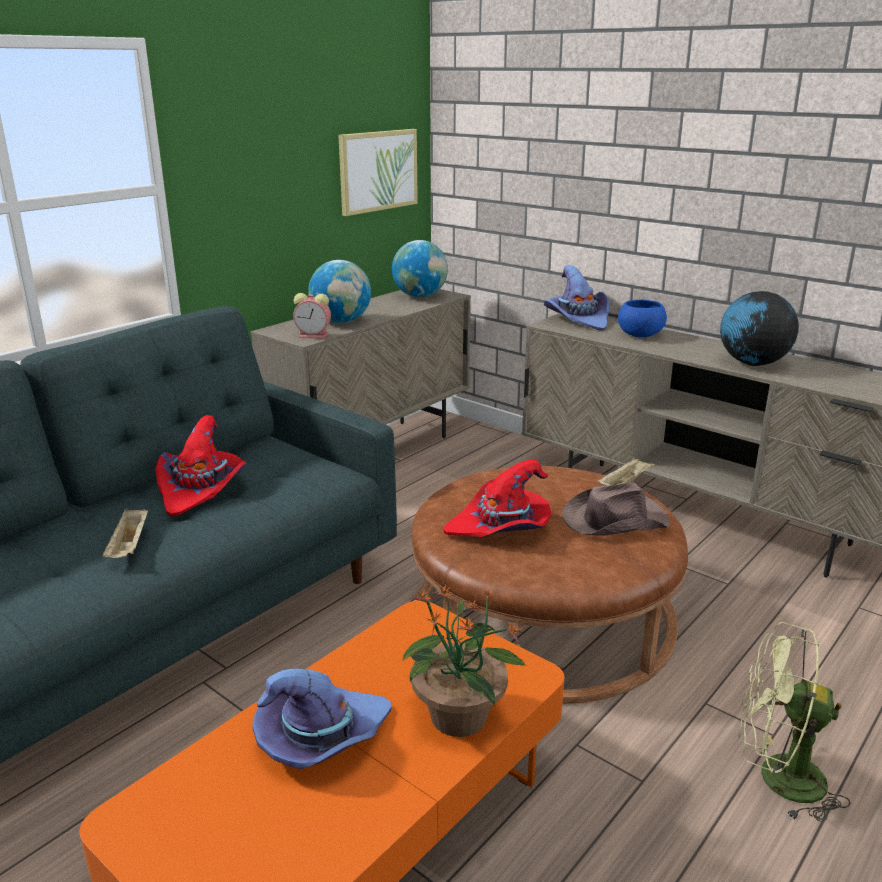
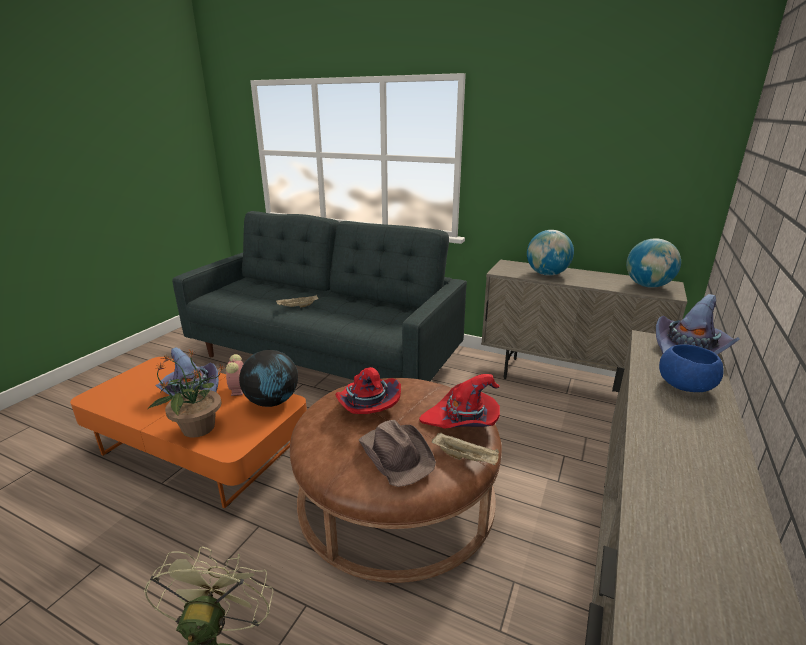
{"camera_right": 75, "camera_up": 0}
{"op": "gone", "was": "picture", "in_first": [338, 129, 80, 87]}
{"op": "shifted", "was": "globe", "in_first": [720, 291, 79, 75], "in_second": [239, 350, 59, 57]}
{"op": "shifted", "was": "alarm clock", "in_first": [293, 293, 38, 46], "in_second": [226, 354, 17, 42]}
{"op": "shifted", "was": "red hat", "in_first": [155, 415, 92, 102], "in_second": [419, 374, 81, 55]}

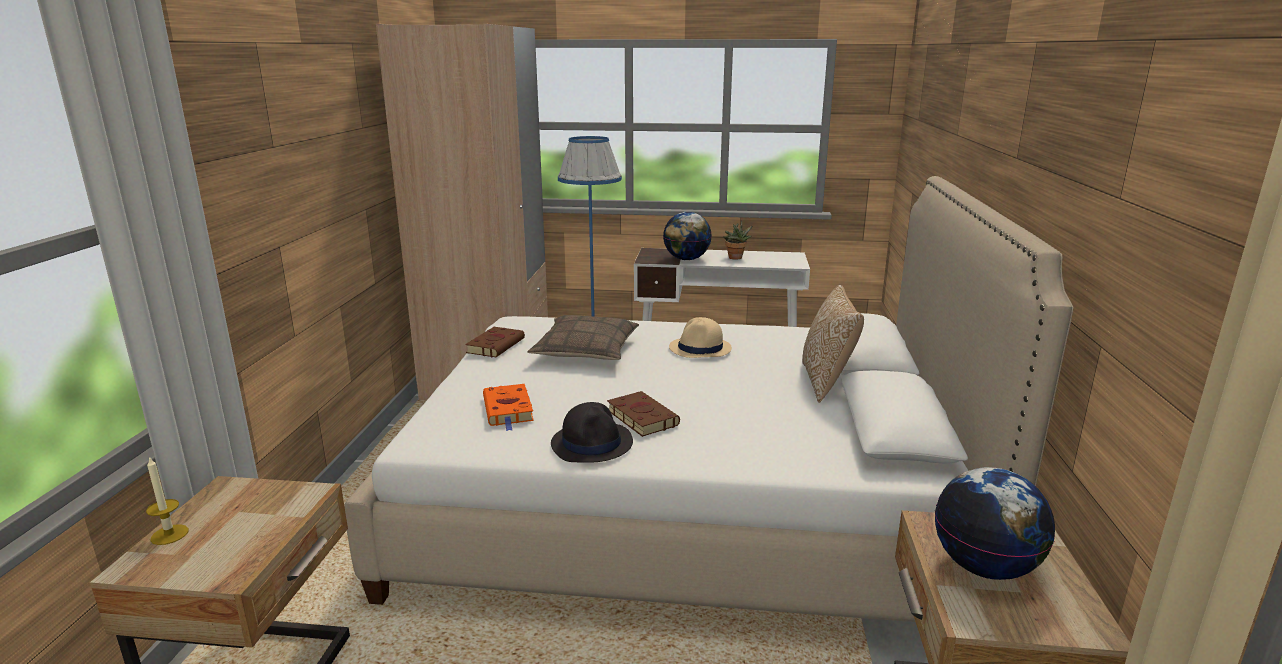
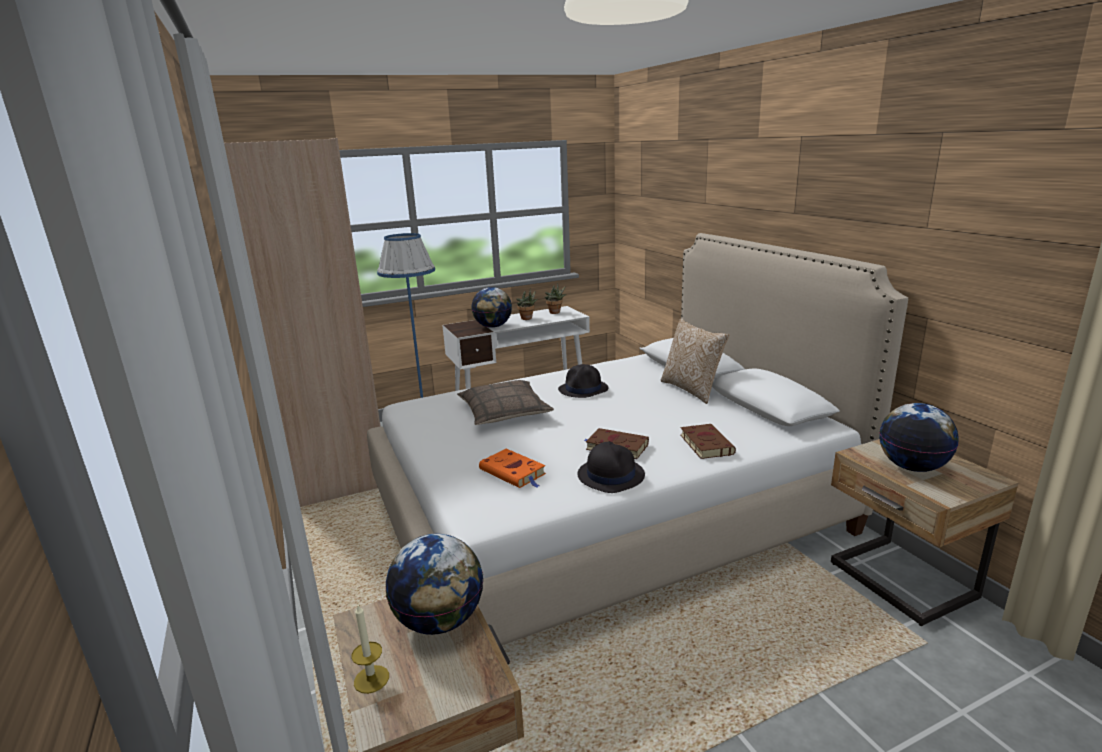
{"camera_right": -30, "camera_up": 0}
{"op": "repainted", "was": "beige hat", "now": "black hat", "in_first": [669, 317, 63, 41], "in_second": [558, 364, 50, 34]}
{"op": "shifted", "was": "brown book", "in_first": [465, 327, 60, 30], "in_second": [680, 424, 56, 35]}
{"op": "new", "now": "potted plant", "in_second": [544, 283, 22, 31]}
{"op": "new", "now": "globe", "in_second": [385, 534, 98, 101]}

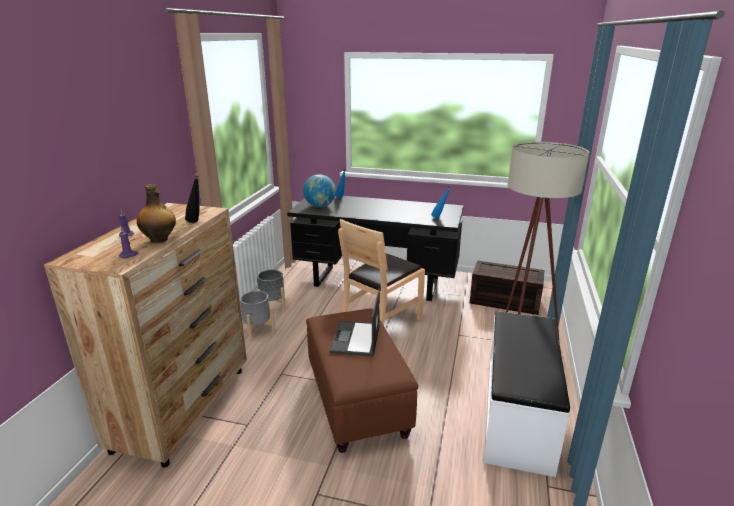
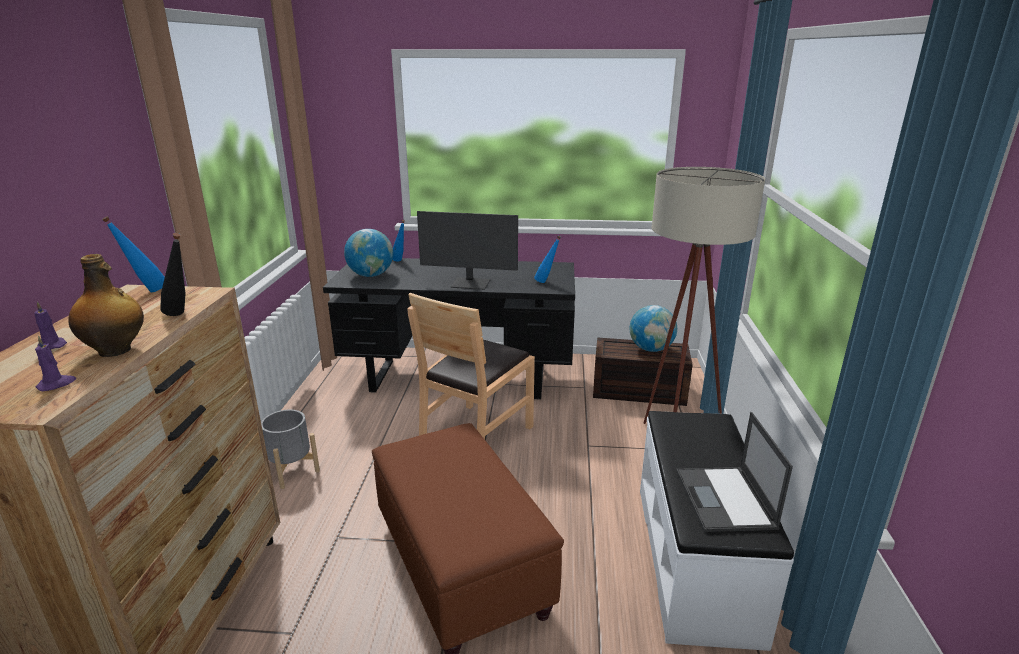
{"camera_right": -10, "camera_up": 0}
{"op": "gone", "was": "grey planter", "in_first": [257, 270, 28, 42]}
{"op": "shifted", "was": "laptop", "in_first": [329, 289, 51, 67], "in_second": [676, 412, 117, 120]}
{"op": "new", "now": "monitor", "in_second": [417, 211, 101, 79]}
{"op": "new", "now": "blue bottle", "in_second": [102, 216, 63, 76]}
{"op": "new", "now": "globe", "in_second": [630, 305, 47, 47]}

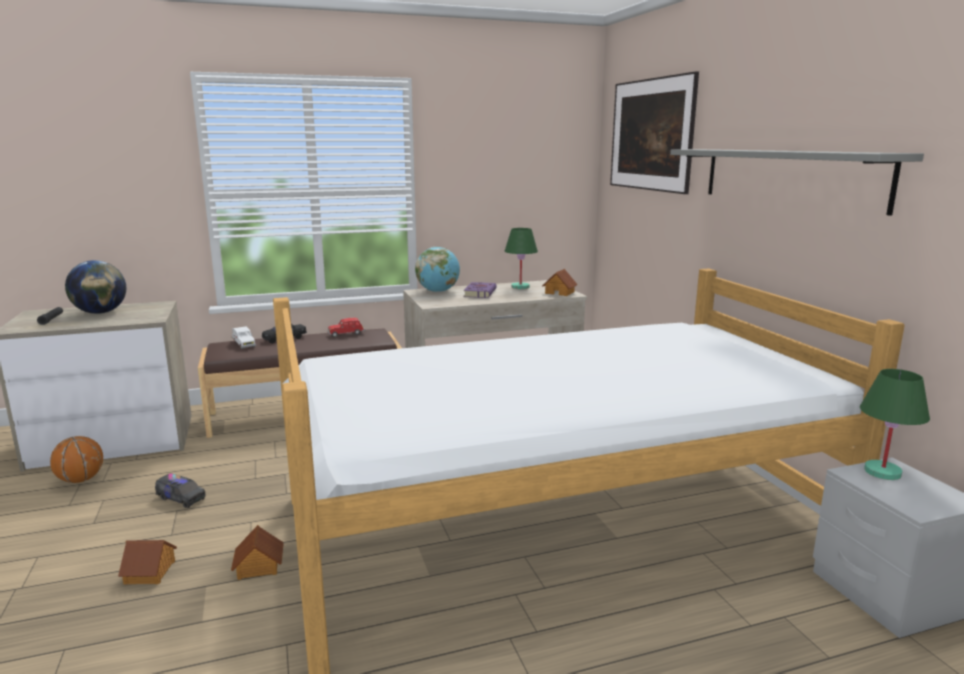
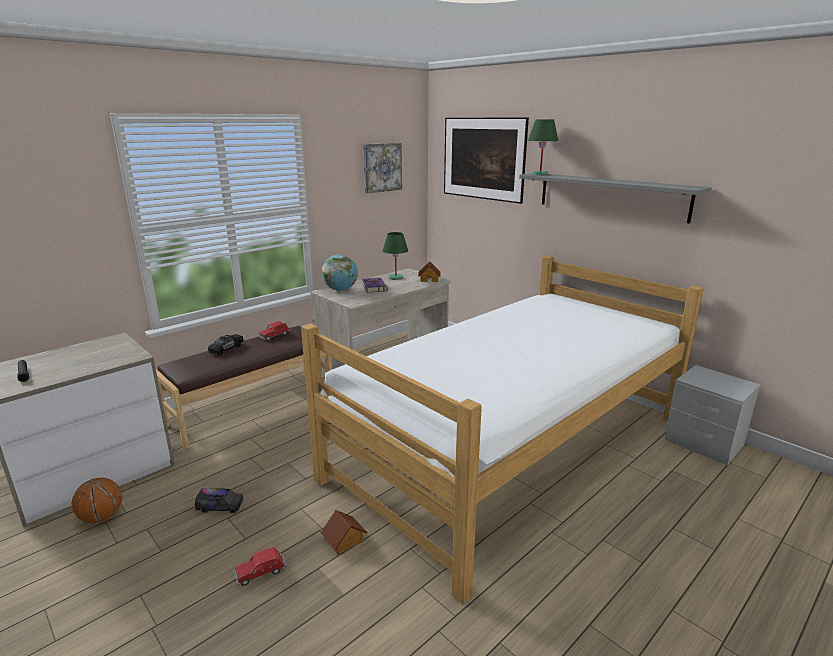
{"camera_right": -25, "camera_up": 5}
{"op": "gone", "was": "globe", "in_first": [65, 260, 61, 54]}
{"op": "gone", "was": "white toy car", "in_first": [232, 326, 24, 23]}
{"op": "shifted", "was": "green table lamp", "in_first": [860, 369, 70, 111], "in_second": [528, 119, 30, 56]}
{"op": "swapped", "was": "toy house", "now": "red toy car", "in_first": [118, 540, 59, 45], "in_second": [235, 547, 52, 39]}
{"op": "new", "now": "picture", "in_second": [363, 143, 39, 50]}

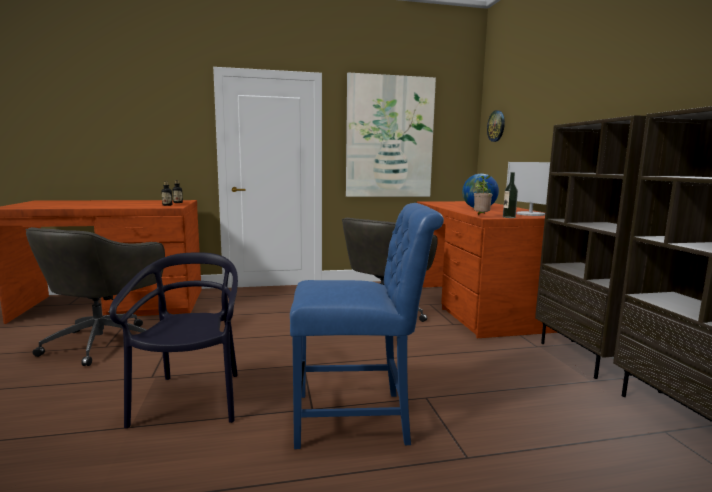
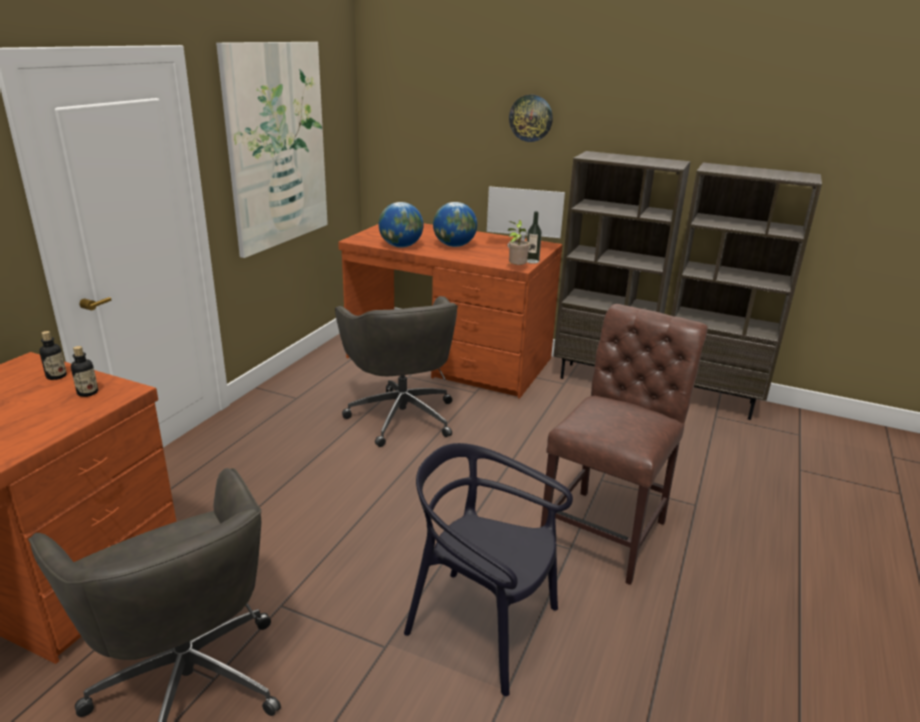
{"camera_right": -55, "camera_up": 15}
{"op": "shifted", "was": "wall clock", "in_first": [487, 110, 18, 32], "in_second": [509, 95, 44, 47]}
{"op": "repainted", "was": "blue chair", "now": "brown chair", "in_first": [290, 203, 154, 246], "in_second": [541, 304, 167, 281]}
{"op": "new", "now": "globe", "in_second": [379, 202, 44, 46]}

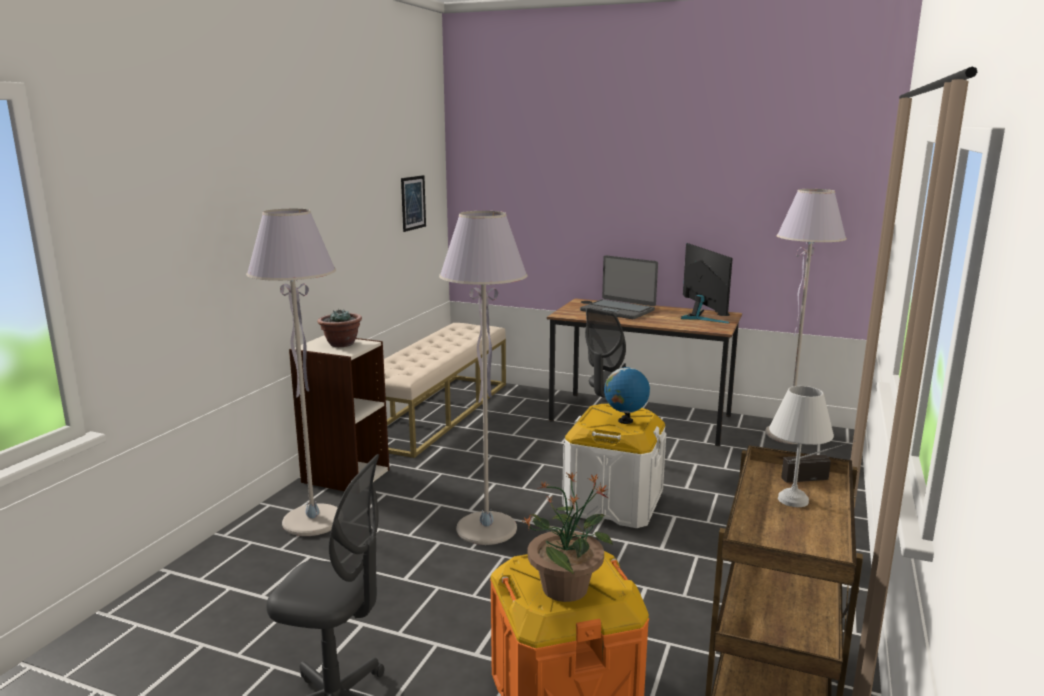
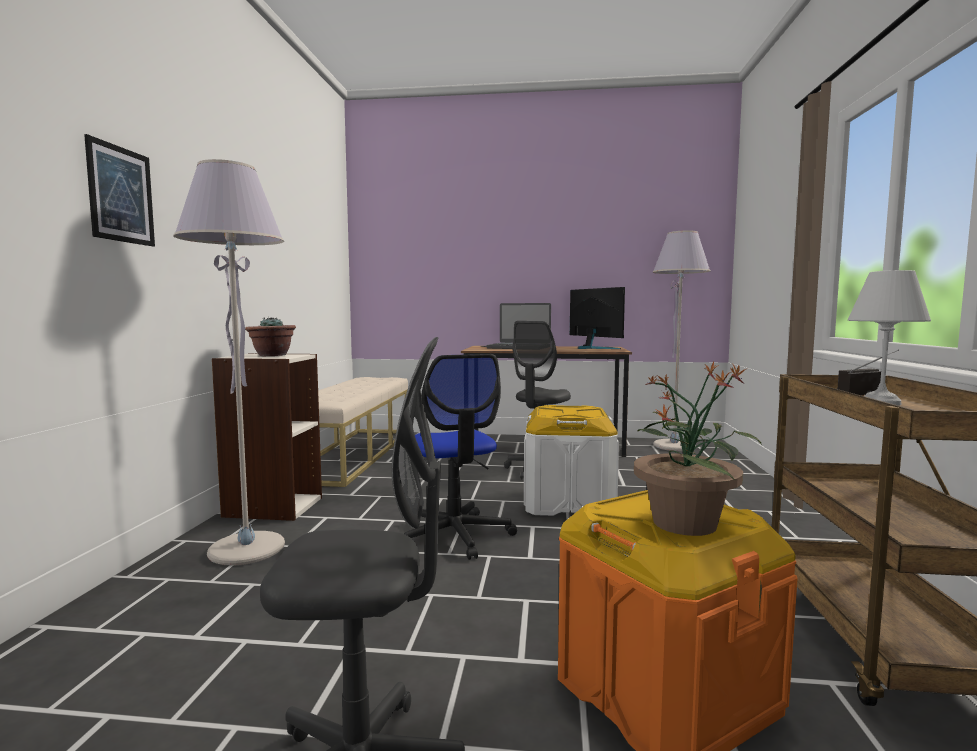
{"camera_right": -15, "camera_up": -10}
{"op": "shifted", "was": "picture", "in_first": [401, 175, 25, 57], "in_second": [84, 134, 71, 113]}
{"op": "swapped", "was": "grey floor lamp", "now": "office chair", "in_first": [439, 211, 89, 334], "in_second": [404, 354, 113, 206]}
{"op": "gone", "was": "globe", "in_first": [604, 363, 46, 61]}

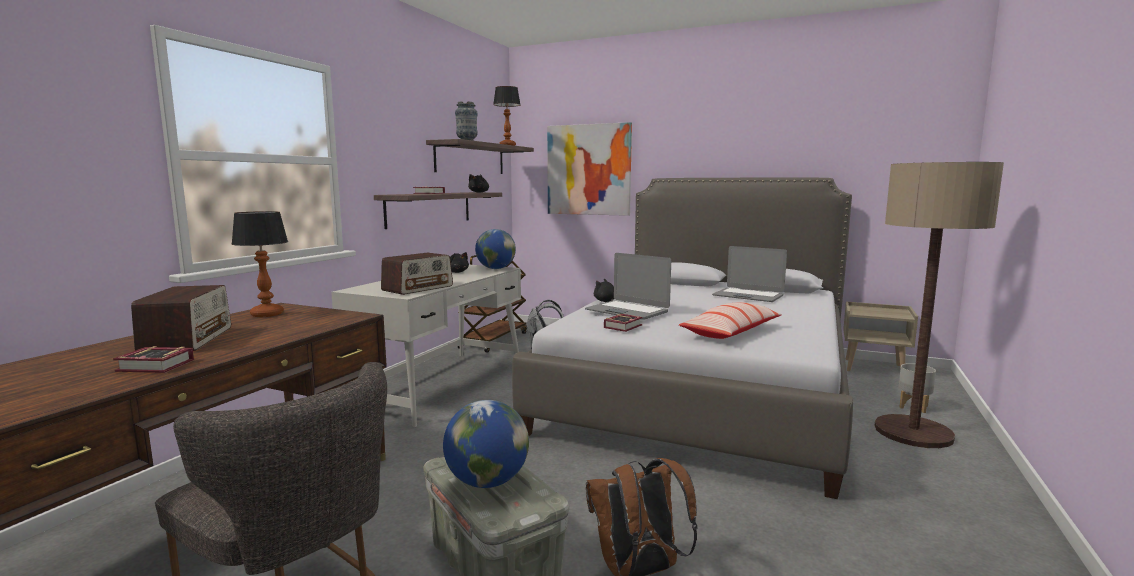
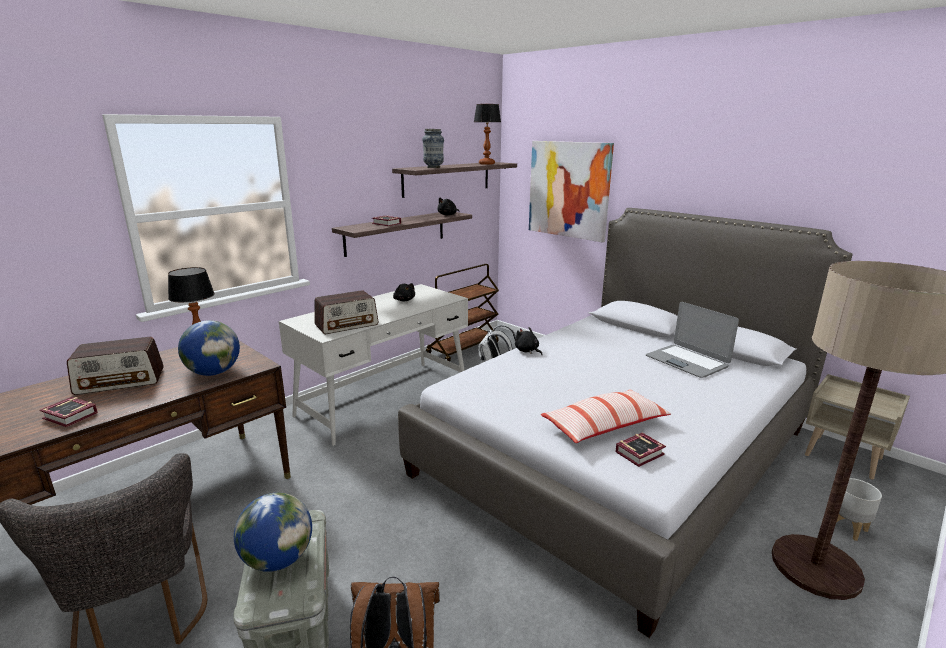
{"camera_right": 20, "camera_up": 10}
{"op": "shifted", "was": "globe", "in_first": [475, 229, 41, 40], "in_second": [178, 320, 62, 56]}
{"op": "gone", "was": "laptop", "in_first": [585, 253, 86, 67]}
{"op": "rotated", "was": "radio", "in_first": [131, 285, 100, 66], "in_second": [67, 337, 97, 58], "clockwise": 60}
{"op": "shifted", "was": "book", "in_first": [604, 314, 39, 18], "in_second": [616, 433, 50, 34]}

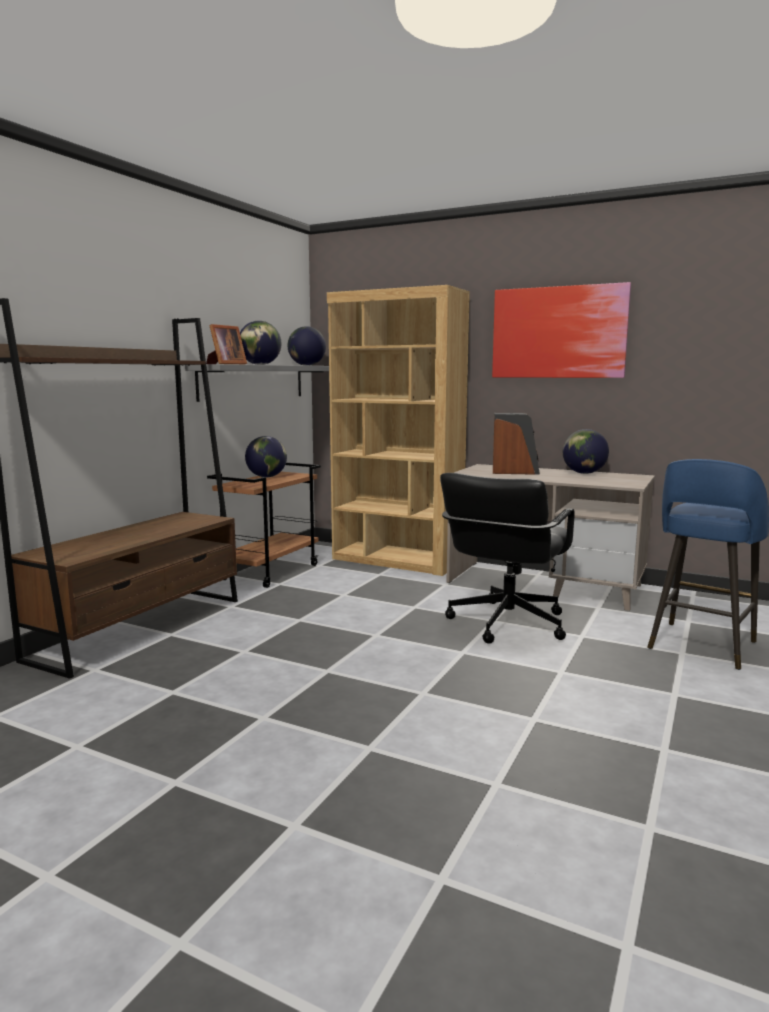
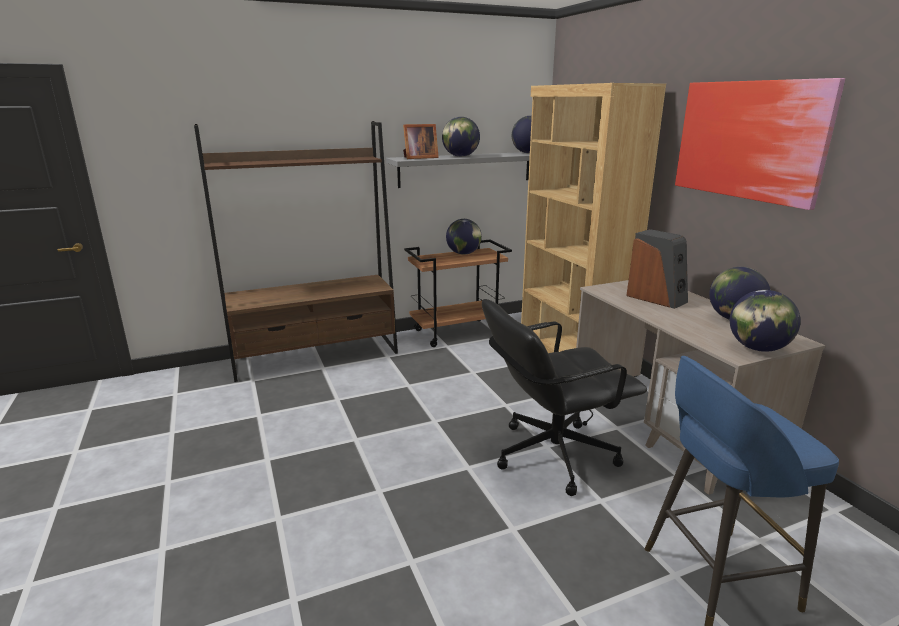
{"camera_right": 40, "camera_up": 10}
{"op": "new", "now": "globe", "in_second": [730, 290, 71, 62]}

